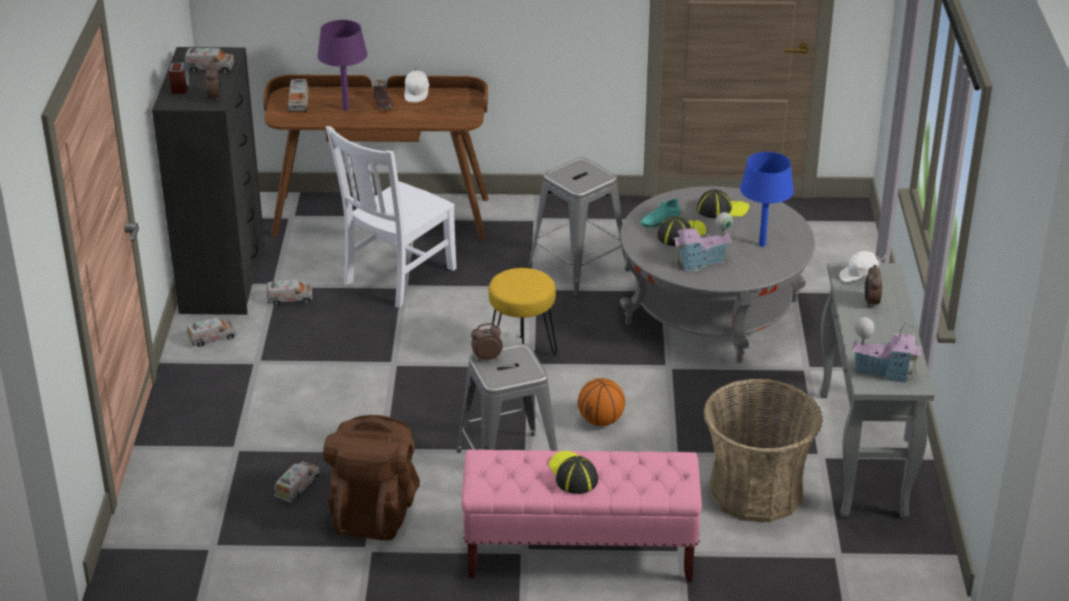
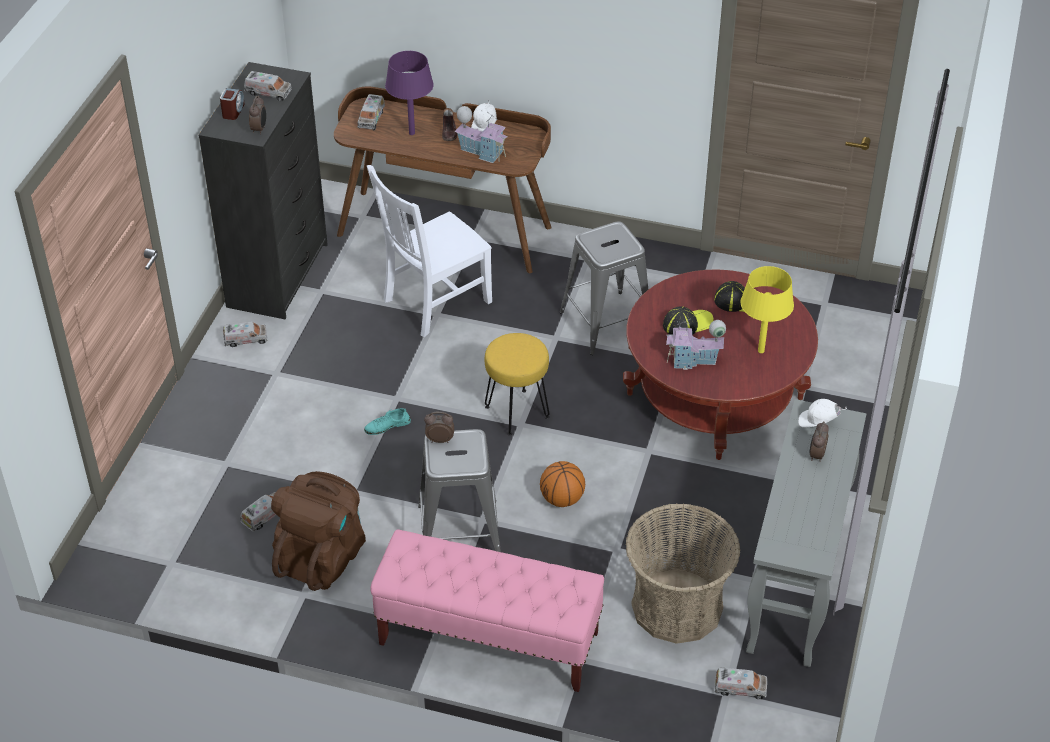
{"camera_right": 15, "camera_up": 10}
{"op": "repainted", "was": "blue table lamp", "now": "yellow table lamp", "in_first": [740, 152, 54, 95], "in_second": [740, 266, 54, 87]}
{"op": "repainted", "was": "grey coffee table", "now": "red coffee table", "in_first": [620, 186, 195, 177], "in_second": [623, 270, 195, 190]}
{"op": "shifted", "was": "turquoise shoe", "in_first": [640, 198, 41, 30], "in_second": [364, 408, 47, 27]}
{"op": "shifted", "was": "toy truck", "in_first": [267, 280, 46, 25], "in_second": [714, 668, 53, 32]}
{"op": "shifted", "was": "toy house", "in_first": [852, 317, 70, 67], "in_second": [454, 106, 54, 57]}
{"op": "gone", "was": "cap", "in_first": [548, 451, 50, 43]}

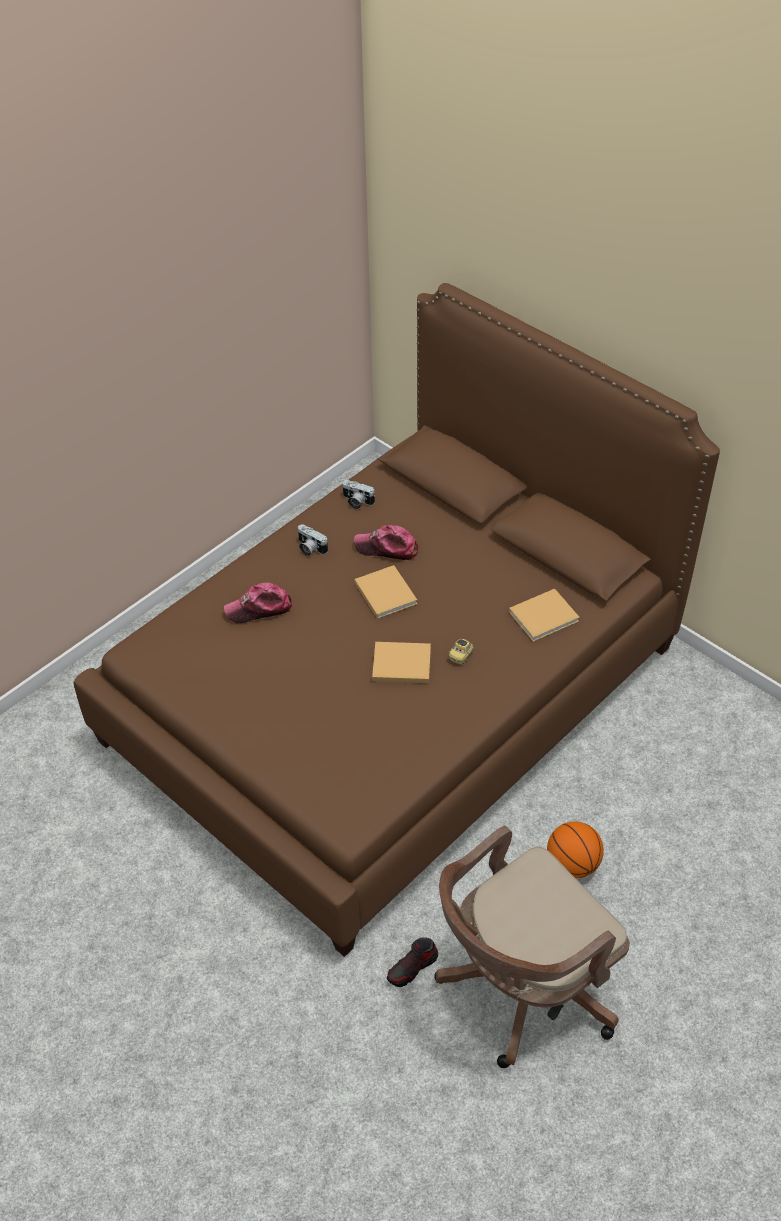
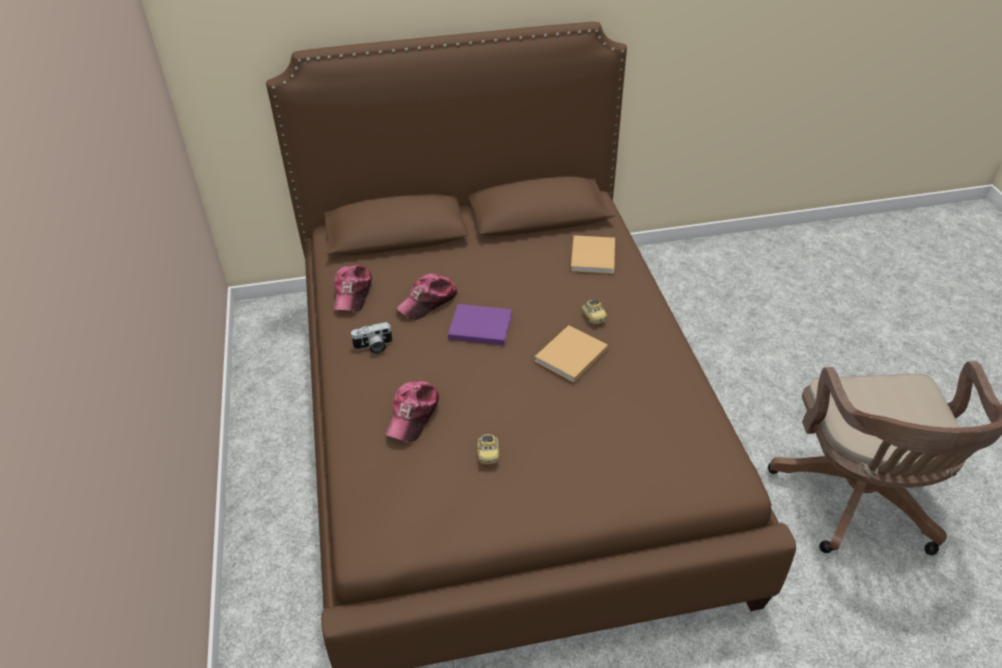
{"camera_right": -55, "camera_up": -5}
{"op": "swapped", "was": "photo camera", "now": "cap", "in_first": [342, 480, 33, 29], "in_second": [334, 265, 38, 47]}
{"op": "repainted", "was": "beige book", "now": "purple book", "in_first": [355, 565, 62, 54], "in_second": [448, 304, 64, 41]}
{"op": "gone", "was": "basketball", "in_first": [547, 821, 57, 57]}
{"op": "gone", "was": "shoe", "in_first": [387, 937, 51, 50]}
{"op": "new", "now": "toy car", "in_second": [477, 434, 23, 30]}

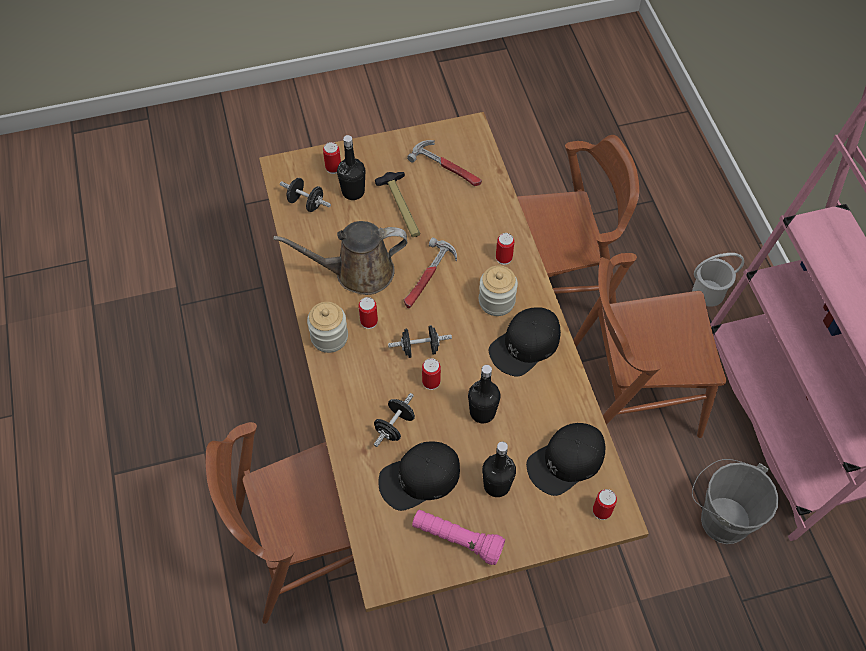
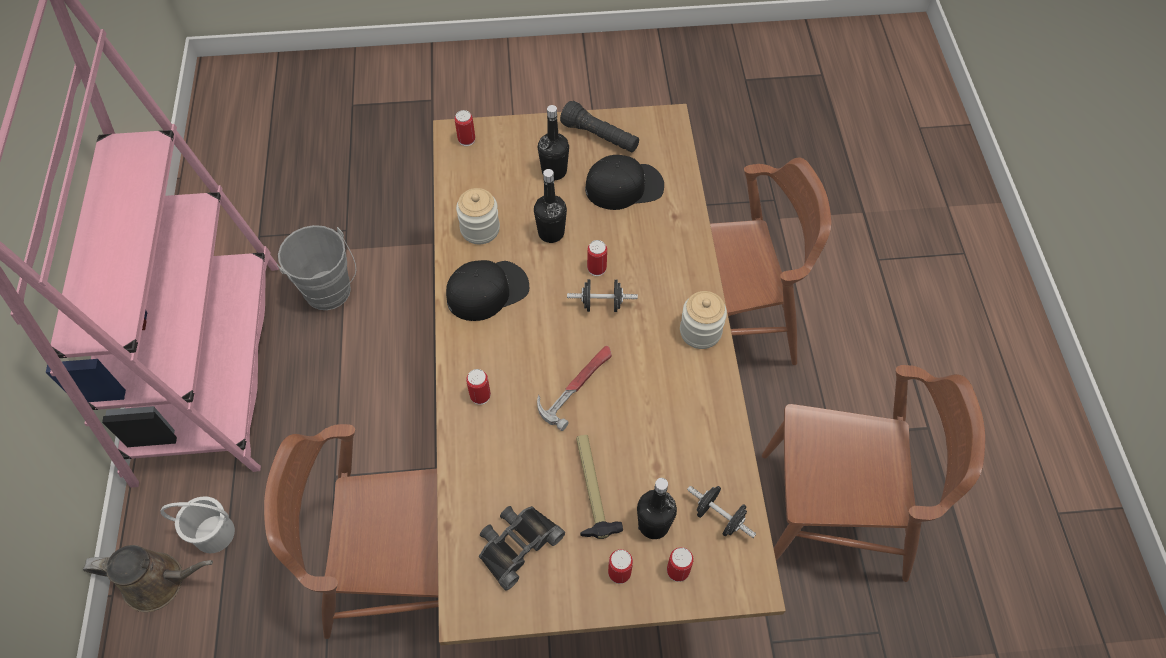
{"camera_right": -170, "camera_up": 0}
{"op": "swapped", "was": "hammer", "now": "black binoculars", "in_first": [407, 140, 75, 46], "in_second": [479, 506, 86, 85]}
{"op": "shifted", "was": "brown watering can", "in_first": [273, 221, 134, 74], "in_second": [83, 545, 130, 67]}
{"op": "shifted", "was": "brown chair", "in_first": [573, 253, 153, 185], "in_second": [762, 365, 223, 217]}
{"op": "shifted", "was": "jar", "in_first": [479, 266, 39, 50], "in_second": [456, 188, 44, 56]}
{"op": "shifted", "was": "can", "in_first": [358, 297, 20, 32], "in_second": [608, 549, 25, 35]}
{"op": "gone", "was": "black dumbbell", "in_first": [374, 393, 41, 54]}
{"op": "gone", "was": "black cap", "in_first": [526, 423, 79, 73]}
{"op": "repainted", "was": "pink flashlight", "now": "black flashlight", "in_first": [412, 509, 93, 56], "in_second": [560, 101, 79, 52]}

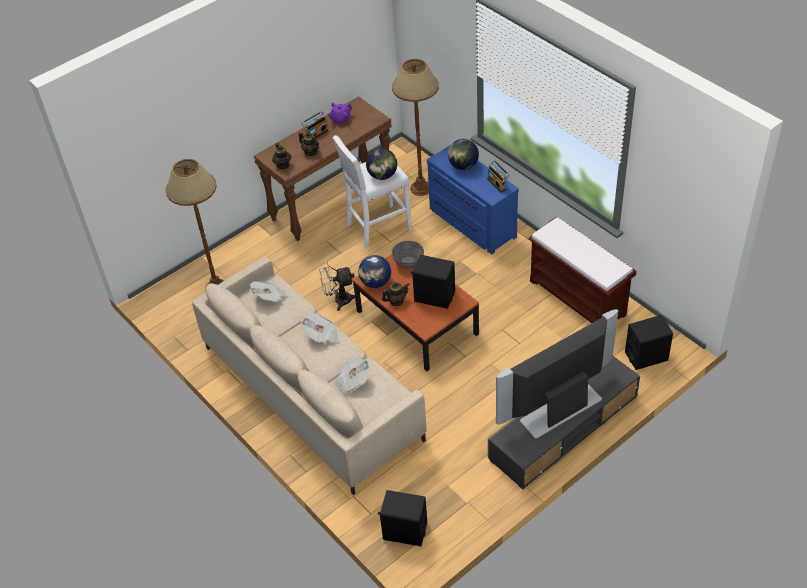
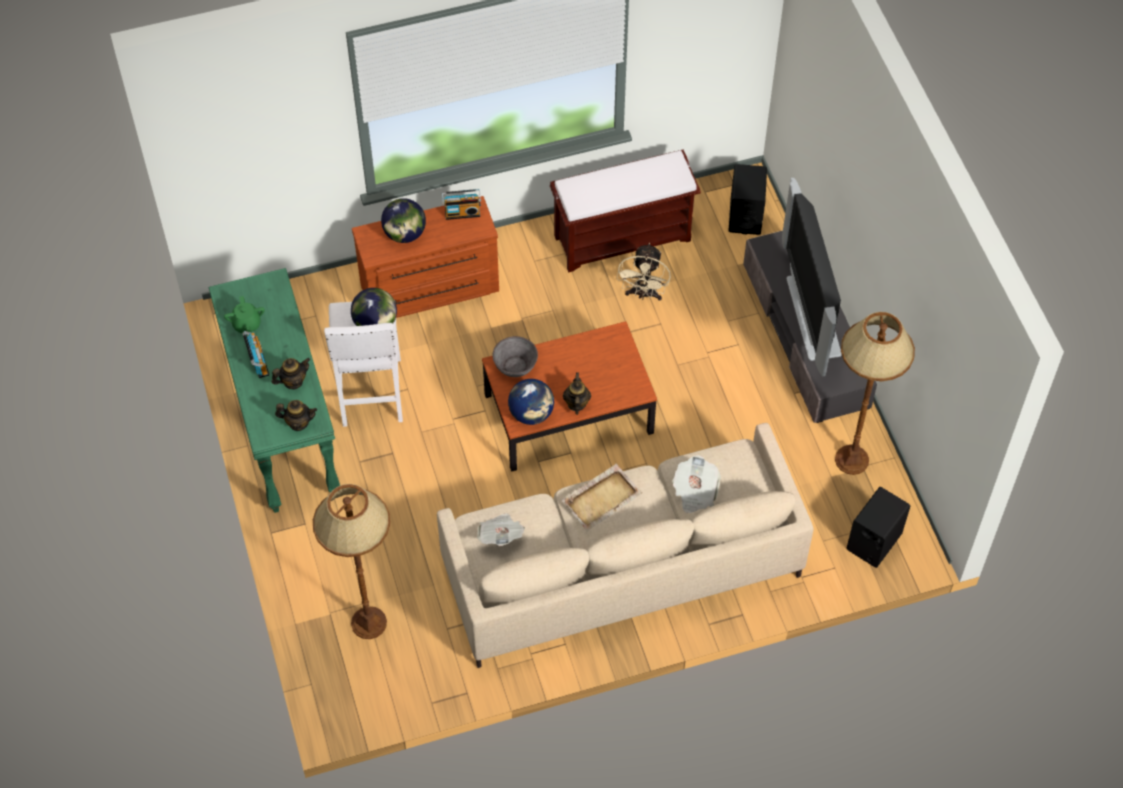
{"camera_right": -70, "camera_up": 10}
{"op": "shifted", "was": "brown floor lamp", "in_first": [392, 59, 47, 137], "in_second": [835, 312, 80, 163]}
{"op": "repainted", "was": "brown console table", "now": "green console table", "in_first": [254, 96, 138, 145], "in_second": [209, 268, 131, 245]}
{"op": "repainted", "was": "purple teapot", "now": "green teapot", "in_first": [328, 103, 24, 22], "in_second": [224, 296, 41, 37]}
{"op": "repainted", "was": "blue dresser", "now": "brown dresser", "in_first": [427, 145, 92, 109], "in_second": [352, 196, 147, 122]}
{"op": "gone", "was": "black speaker", "in_first": [411, 255, 44, 54]}
{"op": "shifted", "was": "beige fan", "in_first": [318, 260, 37, 51], "in_second": [617, 243, 54, 58]}
{"op": "swapped", "was": "newspaper", "now": "beige tray", "in_first": [301, 313, 38, 31], "in_second": [561, 464, 81, 67]}

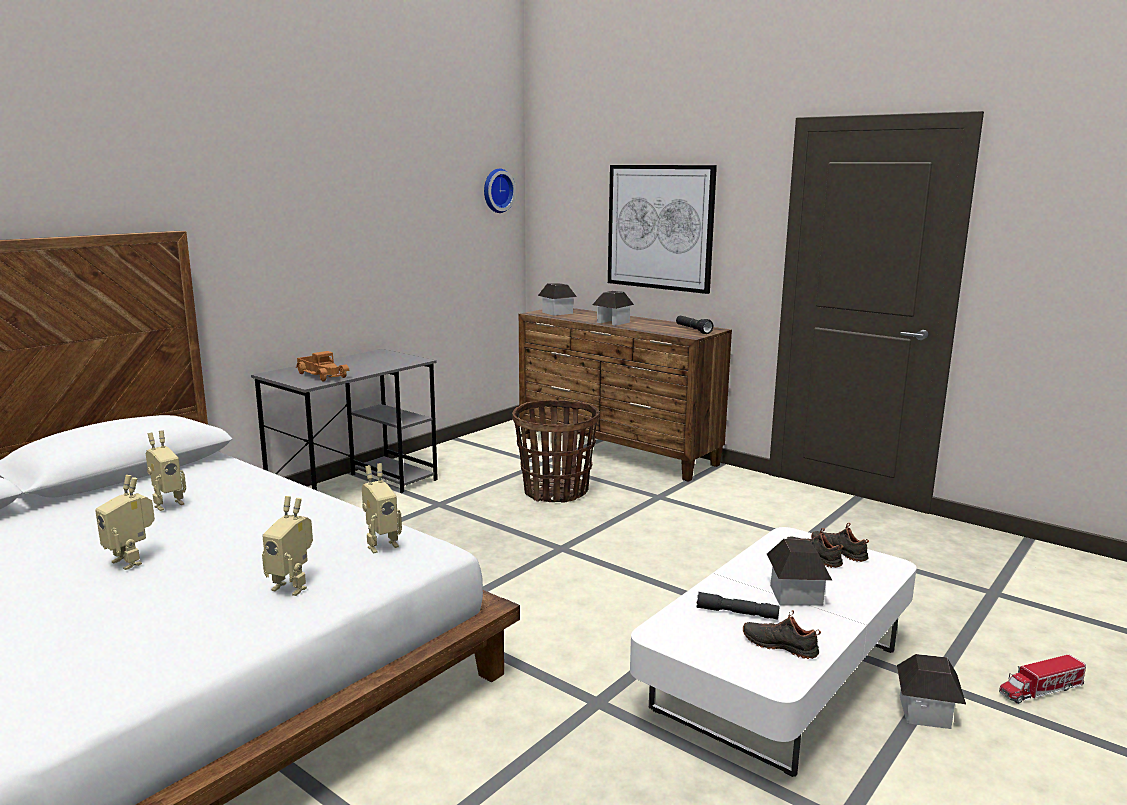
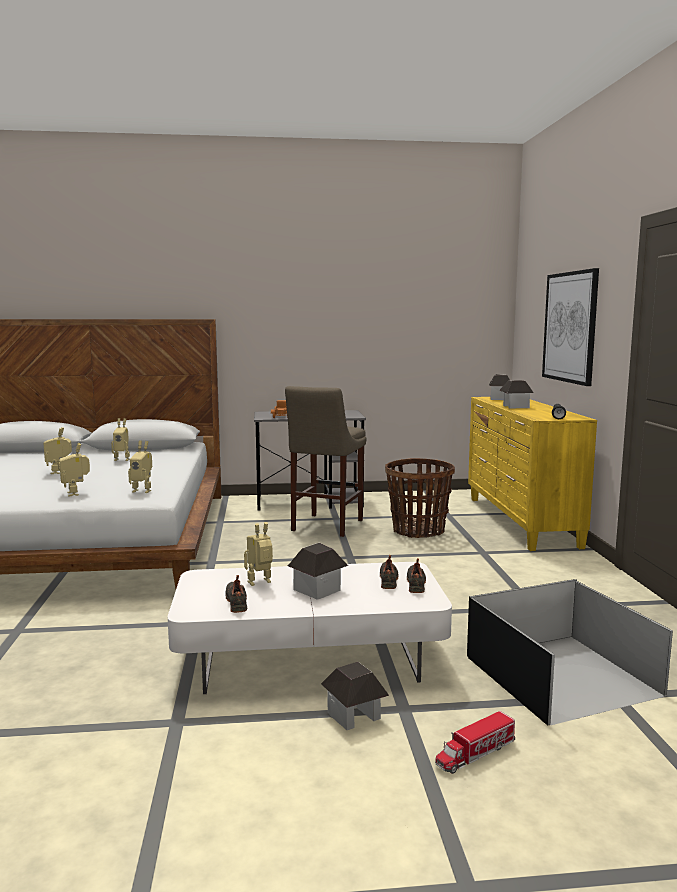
{"camera_right": 45, "camera_up": -5}
{"op": "gone", "was": "wall clock", "in_first": [484, 169, 32, 44]}
{"op": "repainted", "was": "brown dresser", "now": "yellow dresser", "in_first": [519, 308, 213, 174], "in_second": [468, 397, 129, 154]}
{"op": "swapped", "was": "grey flashlight", "now": "toy robot", "in_first": [697, 592, 82, 27], "in_second": [244, 522, 29, 64]}
{"op": "rotated", "was": "toy truck", "in_first": [999, 654, 87, 50], "in_second": [435, 711, 80, 63], "clockwise": -60}
{"op": "new", "now": "beige stool", "in_second": [285, 386, 81, 151]}
{"op": "new", "now": "black storage box", "in_second": [467, 579, 206, 147]}

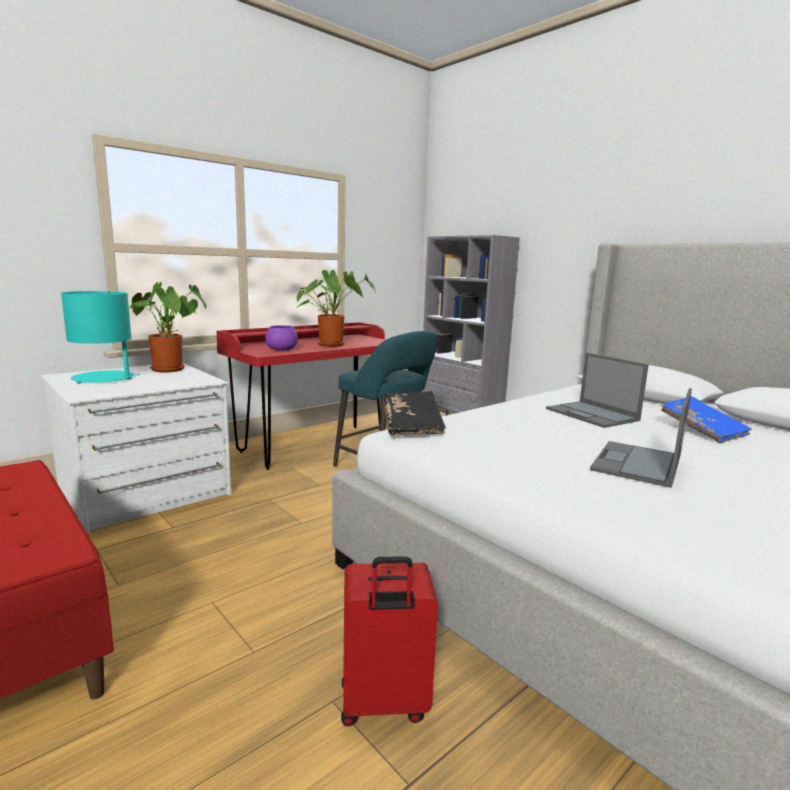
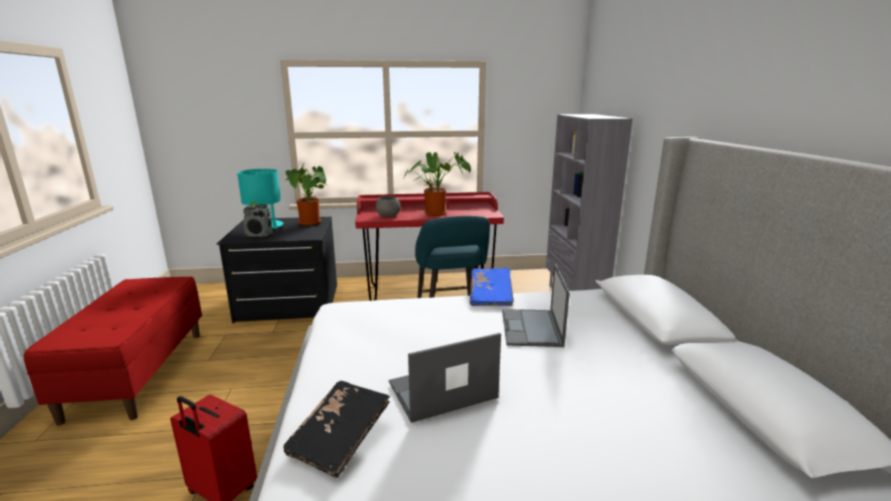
{"camera_right": 35, "camera_up": 5}
{"op": "repainted", "was": "purple bowl", "now": "grey bowl", "in_first": [265, 325, 33, 26], "in_second": [376, 196, 25, 21]}
{"op": "repainted", "was": "white dresser", "now": "black dresser", "in_first": [41, 363, 190, 171], "in_second": [217, 217, 120, 106]}
{"op": "shifted", "was": "black book", "in_first": [383, 391, 63, 45], "in_second": [283, 381, 107, 97]}
{"op": "shifted", "was": "blue book", "in_first": [661, 396, 91, 48], "in_second": [470, 268, 44, 38]}
{"op": "new", "now": "radio", "in_second": [243, 202, 30, 35]}

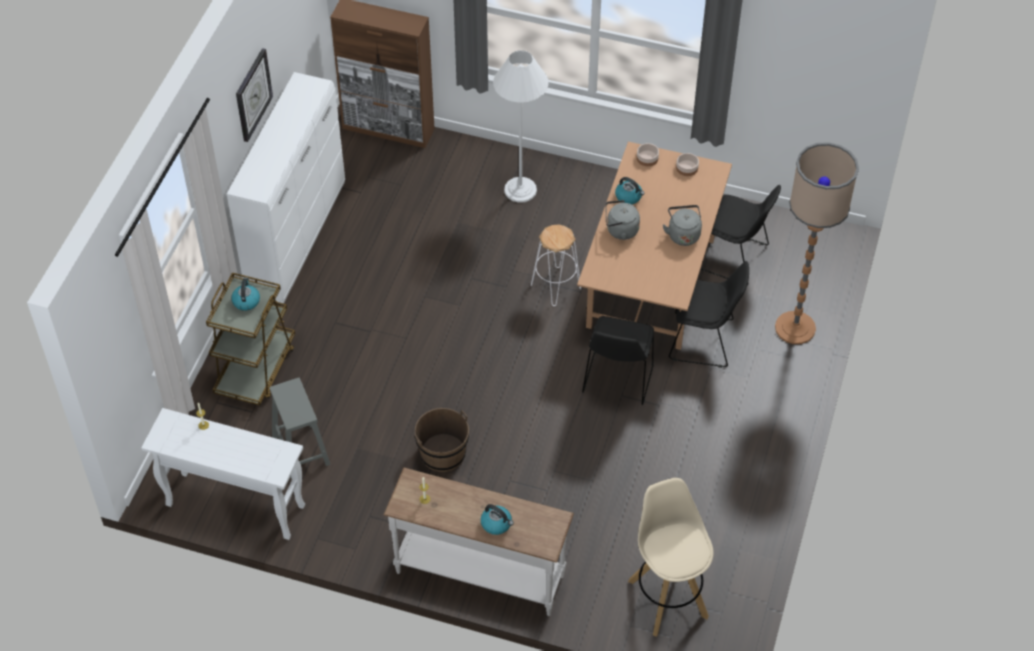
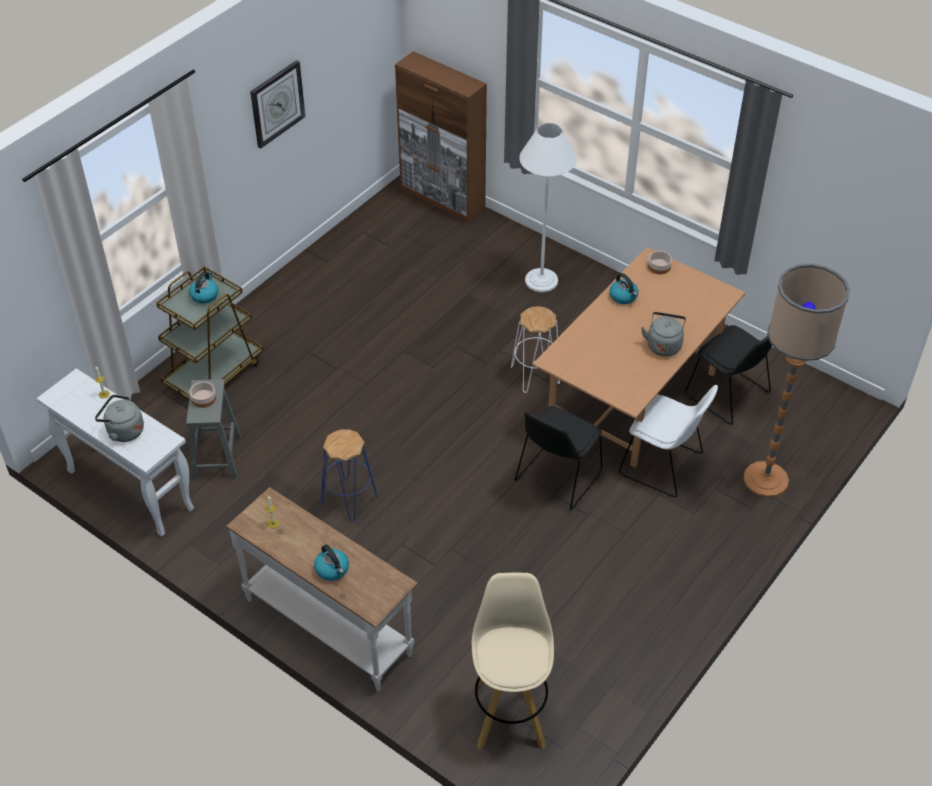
{"camera_right": 20, "camera_up": -5}
{"op": "gone", "was": "white dresser", "in_first": [227, 72, 118, 231]}
{"op": "shifted", "was": "bowl", "in_first": [676, 153, 23, 23], "in_second": [190, 382, 26, 26]}
{"op": "shifted", "was": "grey kettle", "in_first": [605, 200, 35, 40], "in_second": [95, 395, 49, 47]}
{"op": "repainted", "was": "black chair", "now": "white chair", "in_first": [669, 261, 80, 107], "in_second": [619, 385, 99, 112]}
{"op": "swapped", "was": "brown bucket", "now": "blue stool", "in_first": [415, 408, 54, 64], "in_second": [321, 429, 57, 93]}

